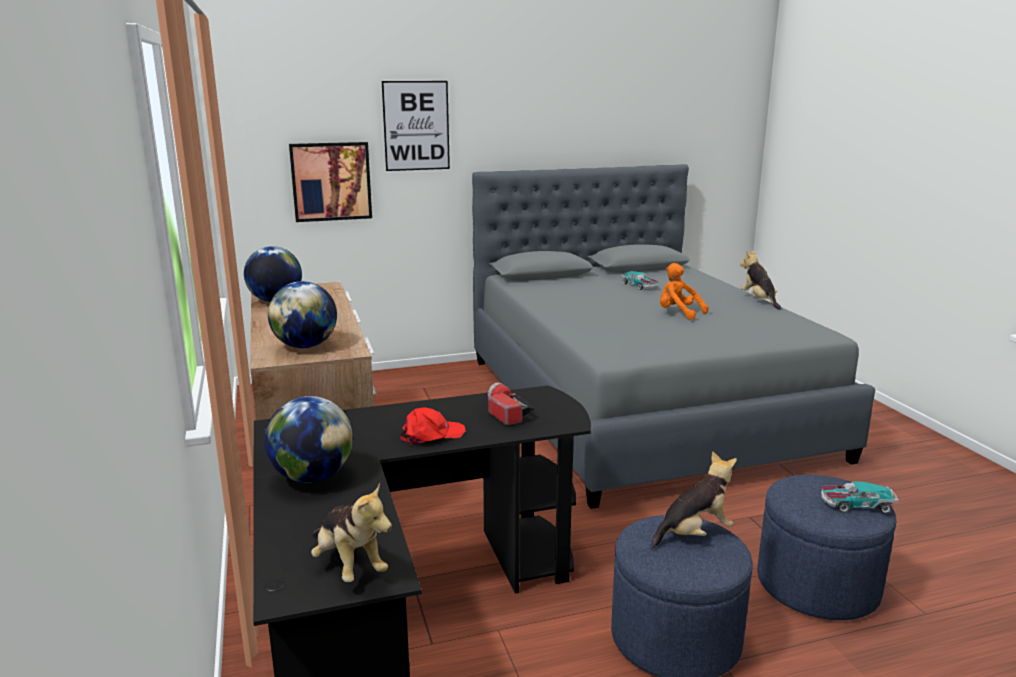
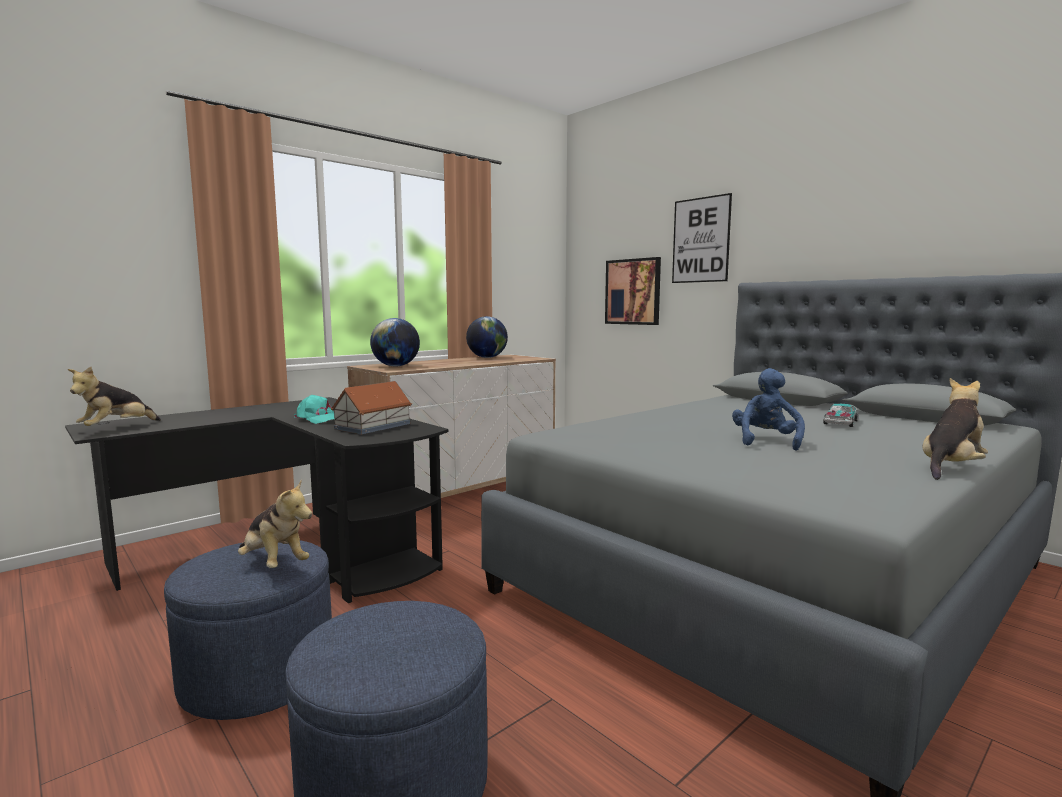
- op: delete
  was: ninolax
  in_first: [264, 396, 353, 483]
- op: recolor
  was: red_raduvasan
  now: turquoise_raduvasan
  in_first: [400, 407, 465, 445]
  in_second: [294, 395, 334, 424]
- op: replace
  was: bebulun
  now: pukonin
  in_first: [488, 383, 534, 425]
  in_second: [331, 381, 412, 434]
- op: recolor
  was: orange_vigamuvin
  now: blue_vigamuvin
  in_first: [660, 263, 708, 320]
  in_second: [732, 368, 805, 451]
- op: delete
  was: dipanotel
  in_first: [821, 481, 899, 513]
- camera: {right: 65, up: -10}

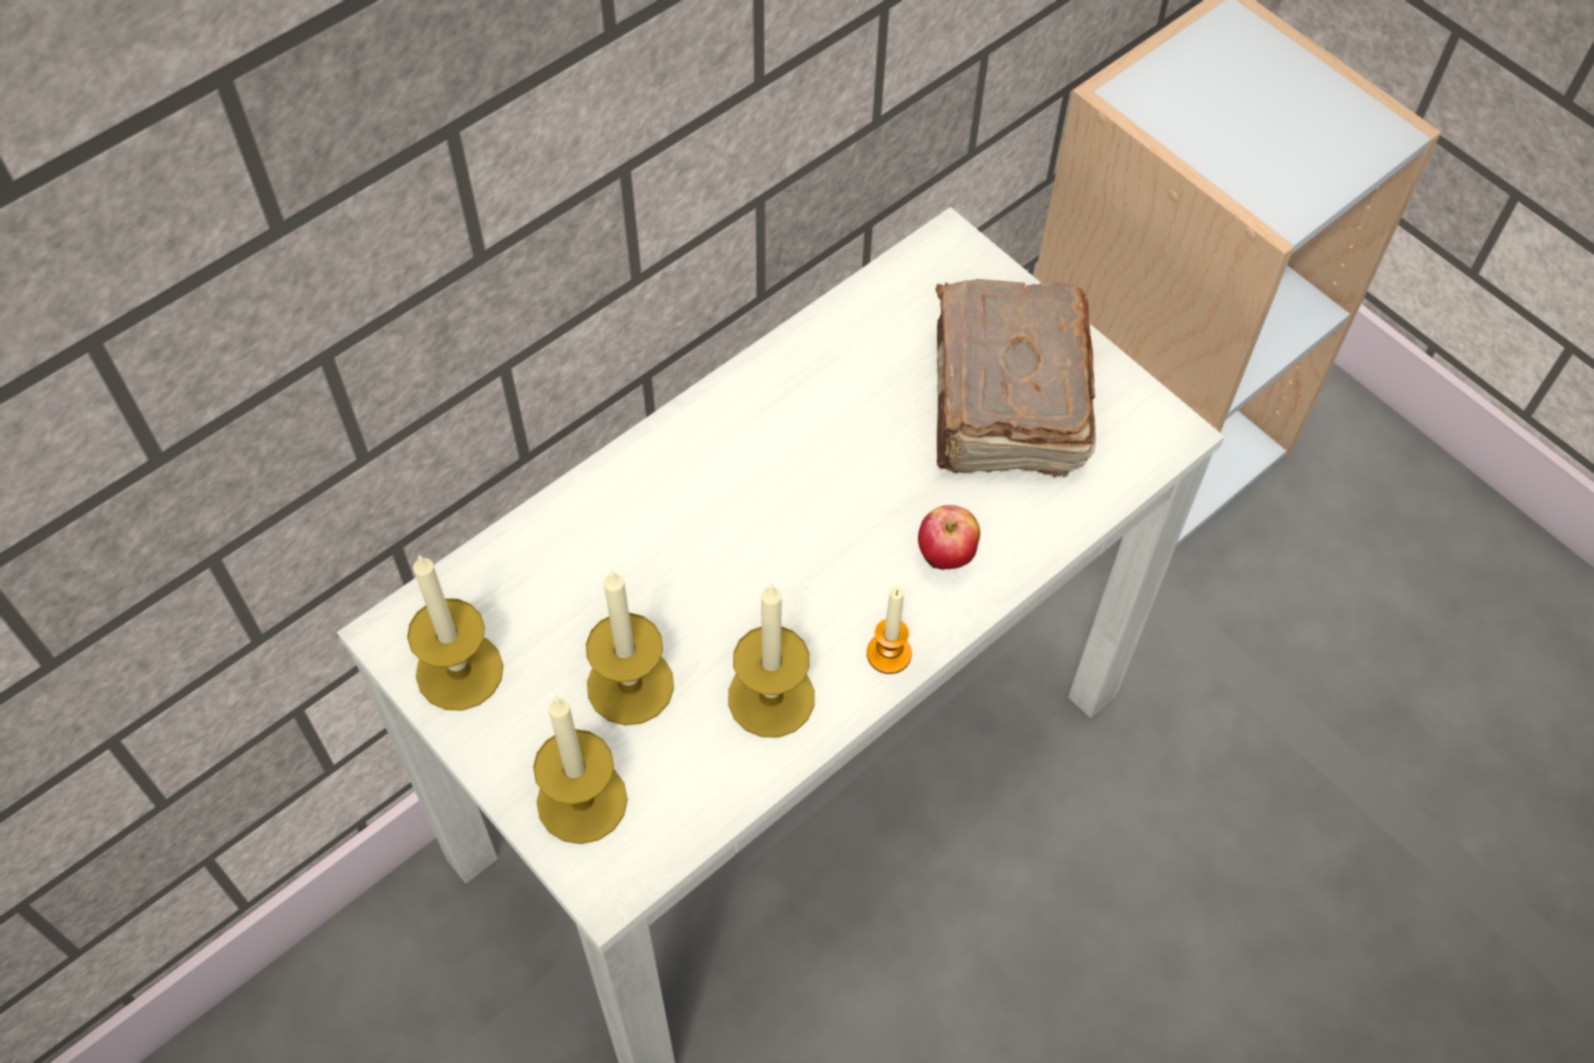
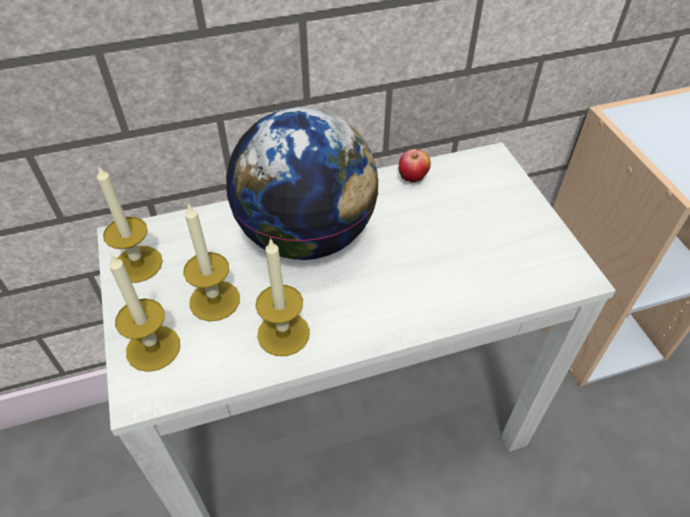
- op: delete
  was: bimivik
  in_first: [867, 586, 912, 674]
- op: move
  was: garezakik
  in_first: [918, 505, 980, 570]
  in_second: [399, 149, 431, 183]
- op: delete
  was: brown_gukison
  in_first: [935, 279, 1096, 478]
- op: insert
  now: ninolax
  in_second: [226, 107, 379, 260]
- camera: {right: 25, up: -10}

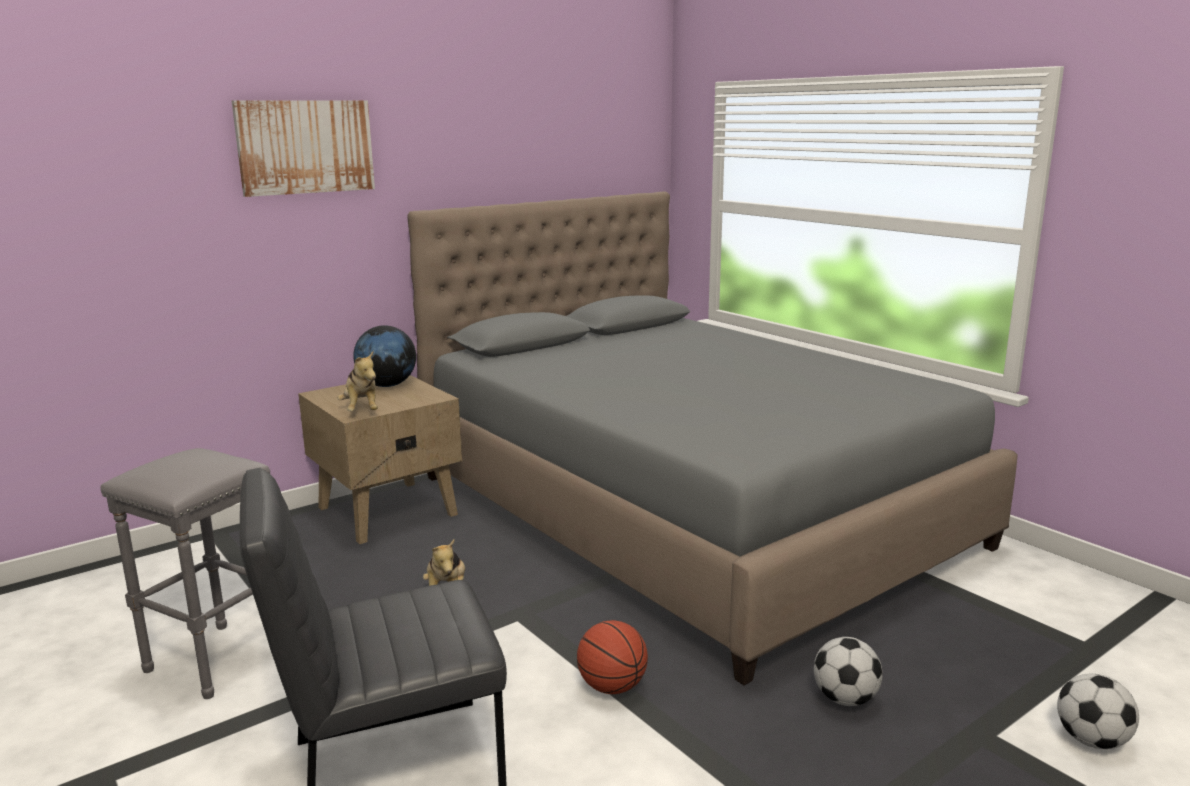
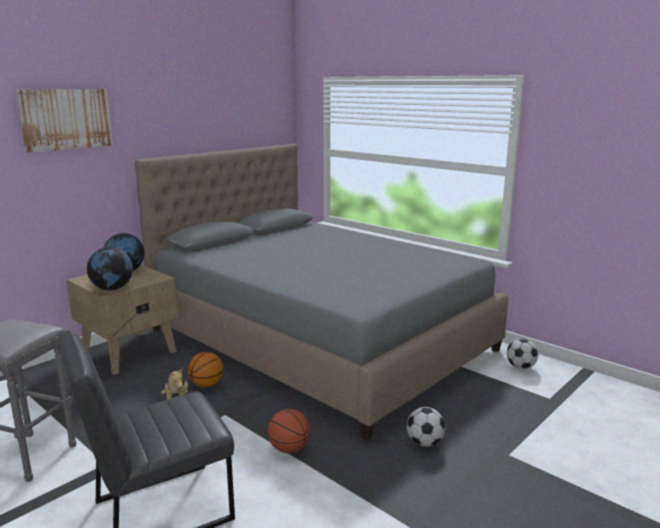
- op: replace
  was: vigamuvin
  now: ninolax
  in_first: [337, 351, 378, 411]
  in_second: [87, 247, 133, 290]
- op: move
  was: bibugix
  in_first: [1057, 674, 1139, 749]
  in_second: [507, 339, 538, 369]
- op: insert
  now: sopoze
  in_second: [188, 352, 224, 387]
- camera: {right: -10, up: 0}

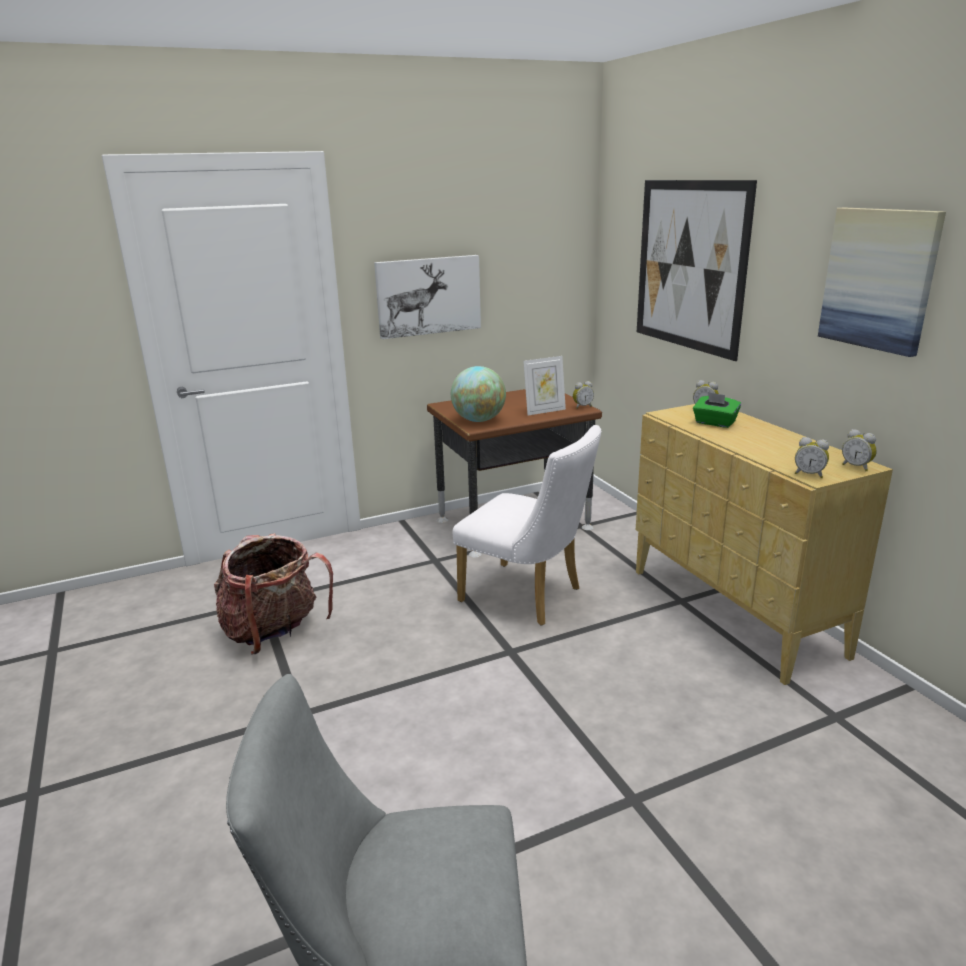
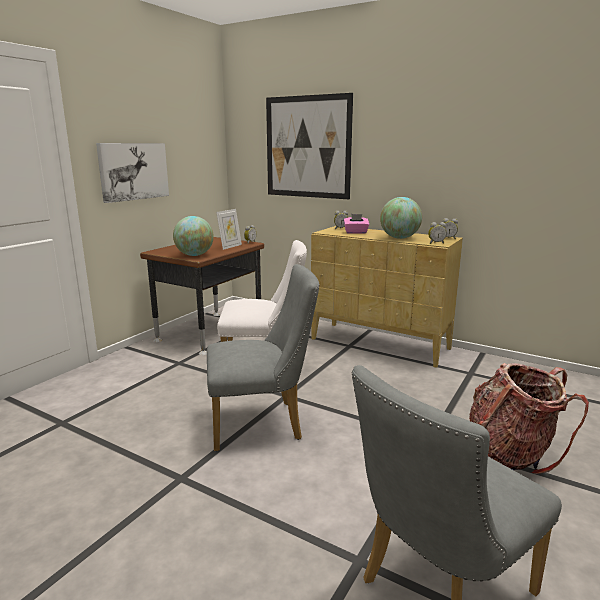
- op: move
  was: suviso
  in_first: [214, 533, 333, 655]
  in_second: [469, 363, 589, 474]
- op: recolor
  was: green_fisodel
  now: pink_fisodel
  in_first: [693, 392, 741, 428]
  in_second: [344, 214, 369, 234]
- op: delete
  was: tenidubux
  in_first: [818, 207, 946, 357]
- op: insert
  now: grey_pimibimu
  in_second: [207, 264, 319, 451]
- op: insert
  now: ninolax
  in_second: [380, 197, 422, 239]
- camera: {right: -35, up: -5}

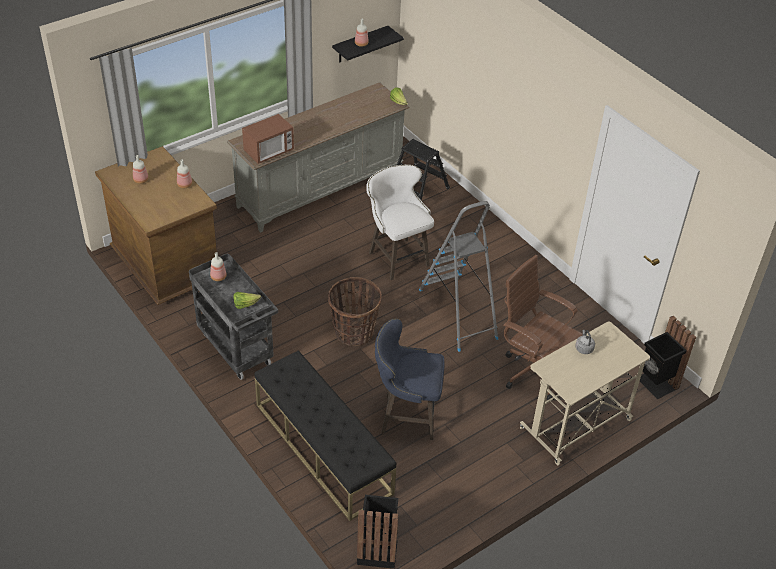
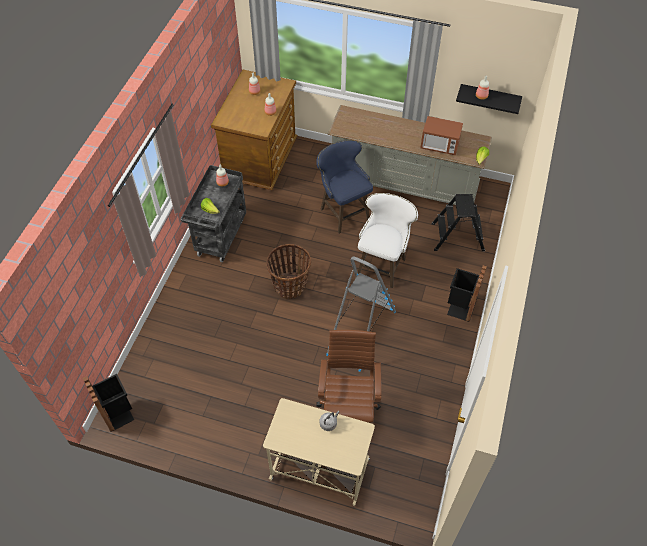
- op: move
  was: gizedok
  in_first: [242, 114, 294, 164]
  in_second: [420, 116, 463, 155]
- op: delete
  was: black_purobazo
  in_first: [255, 350, 396, 521]
- op: move
  was: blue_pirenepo
  in_first: [375, 319, 445, 440]
  in_second: [316, 140, 373, 234]
- op: move
  was: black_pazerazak
  in_first: [640, 316, 696, 399]
  in_second: [447, 265, 487, 322]
- camera: {right: 55, up: 10}

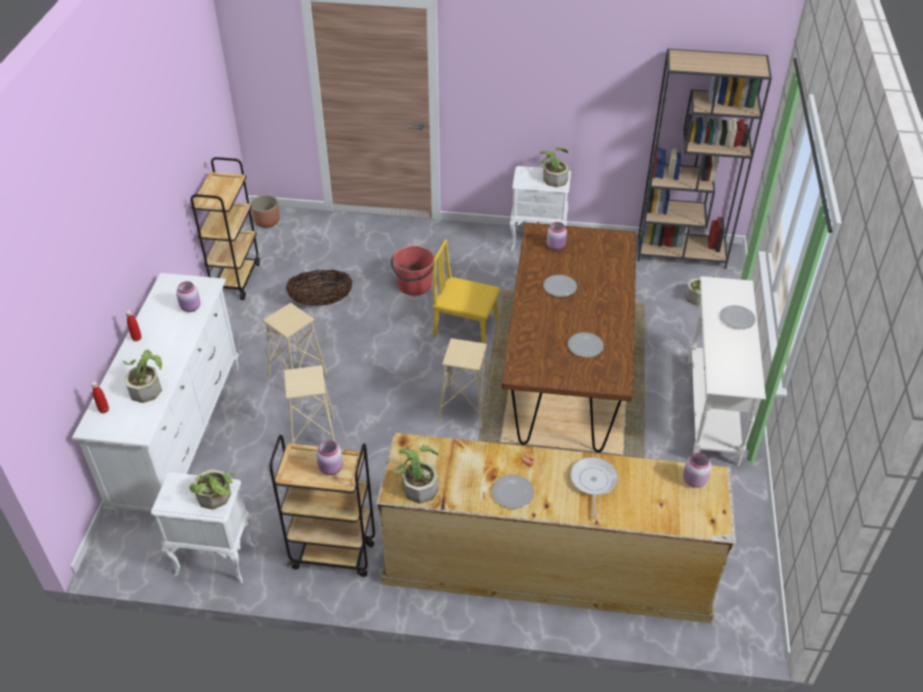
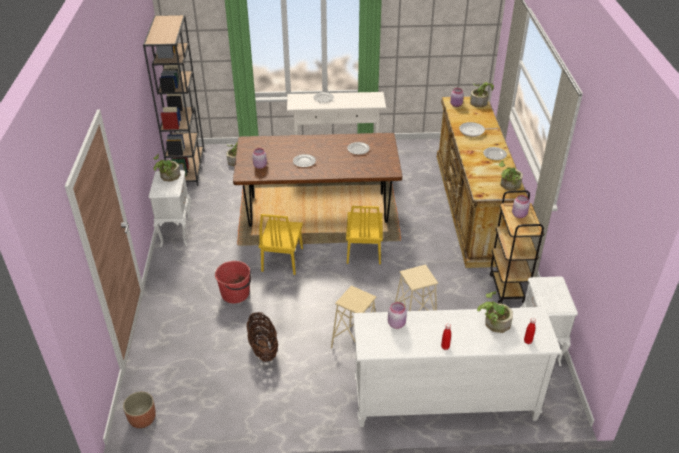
- op: move
  was: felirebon
  in_first: [190, 469, 236, 510]
  in_second: [470, 82, 494, 107]
- op: delete
  was: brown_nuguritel
  in_first: [191, 157, 260, 300]
- op: replace
  was: beige_pirenepo
  now: yellow_pimibimu
  in_first: [439, 338, 490, 428]
  in_second: [346, 206, 383, 265]
- camera: {right: -100, up: -5}

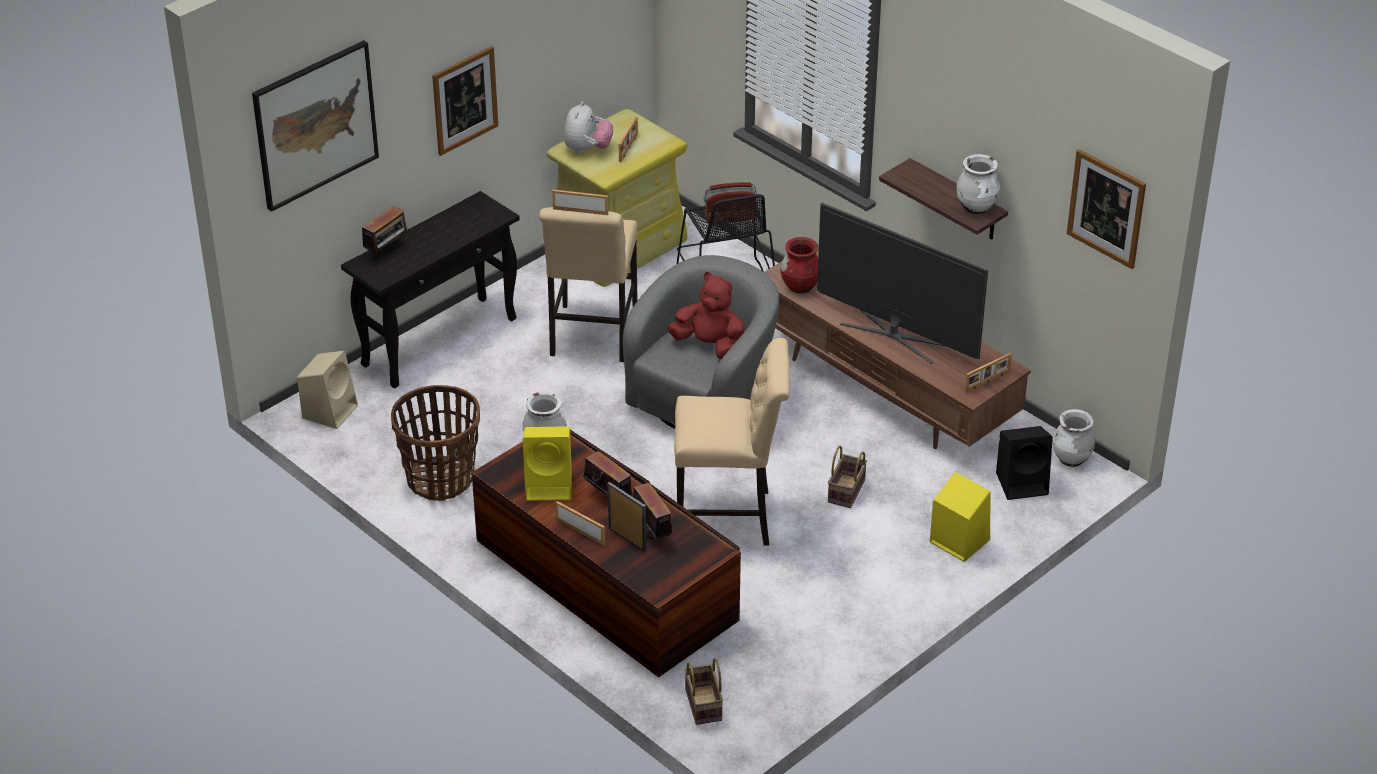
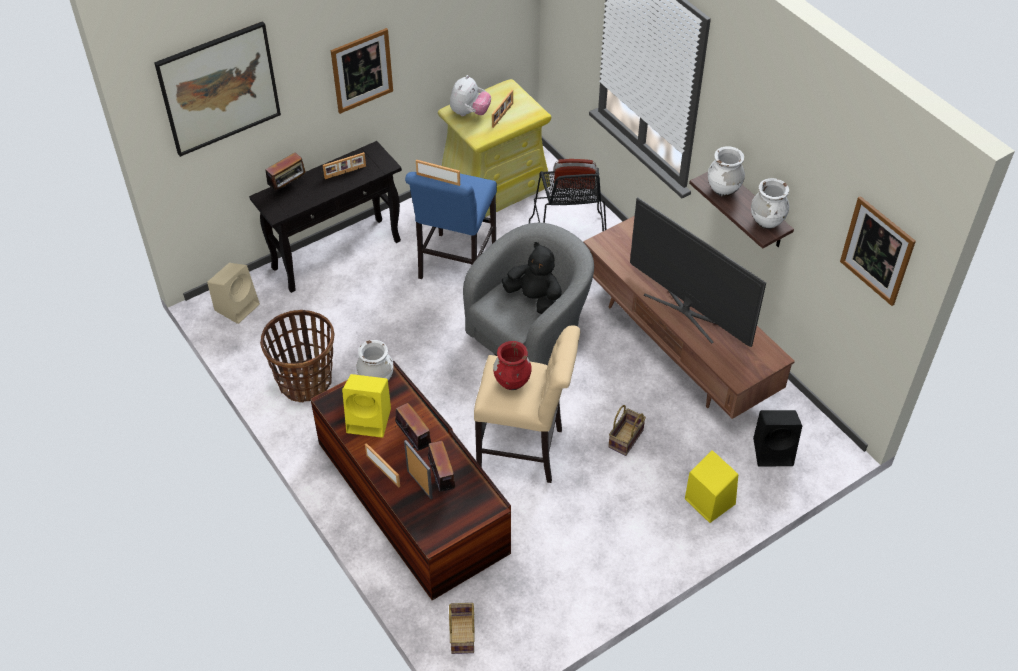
- op: recolor
  was: beige_pirenepo
  now: blue_pirenepo
  in_first: [539, 207, 638, 362]
  in_second: [405, 172, 497, 279]
- op: recolor
  was: red_vigamuvin
  now: black_vigamuvin
  in_first: [667, 272, 745, 359]
  in_second: [502, 242, 562, 314]
- op: move
  was: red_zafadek
  in_first: [780, 237, 818, 294]
  in_second: [493, 341, 531, 390]
- op: move
  was: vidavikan
  in_first: [965, 353, 1012, 393]
  in_second: [323, 152, 366, 179]
- op: move
  was: white_zafadek
  in_first: [1052, 409, 1095, 467]
  in_second: [708, 146, 745, 197]
- camera: {right: 10, up: 10}

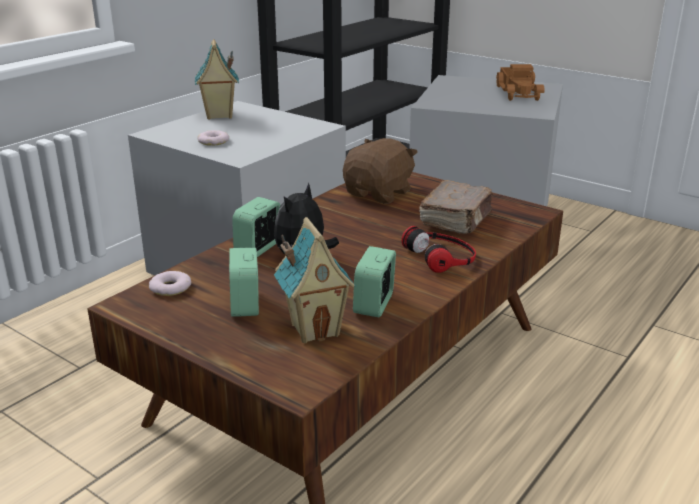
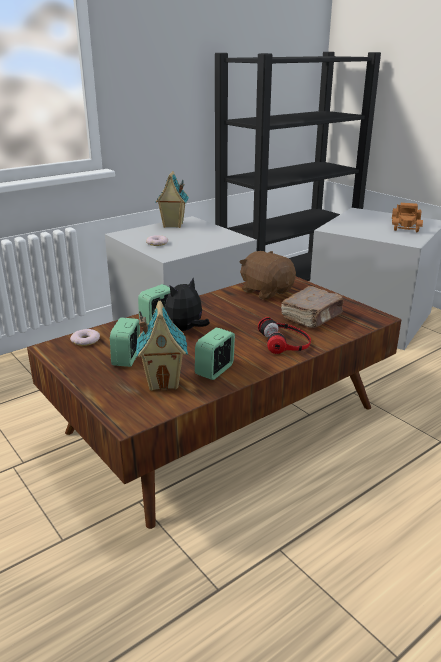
- op: rotate
  was: brown_vigamuvin
  in_first: [343, 138, 418, 204]
  in_second: [240, 251, 296, 300]
  clockwise: -90
- camera: {right: 15, up: 0}

